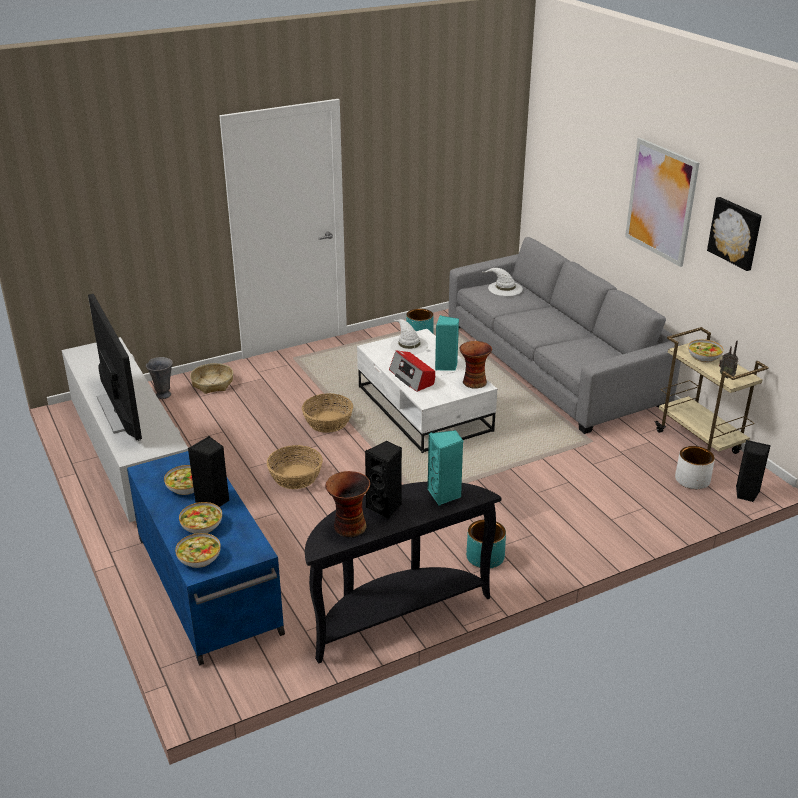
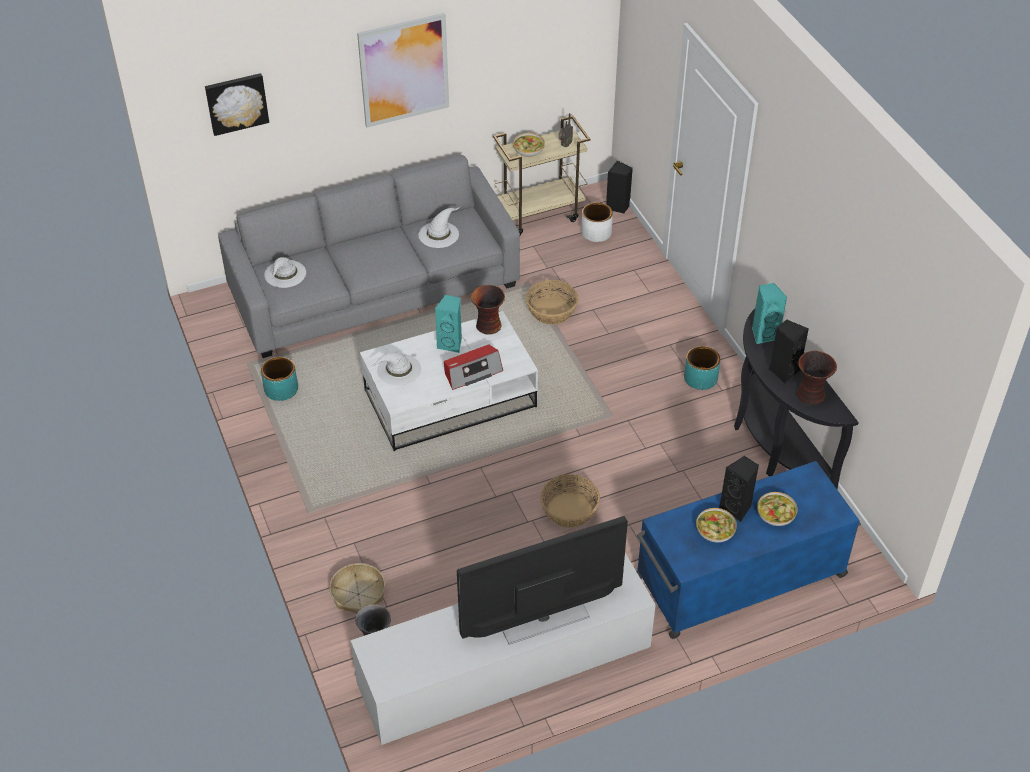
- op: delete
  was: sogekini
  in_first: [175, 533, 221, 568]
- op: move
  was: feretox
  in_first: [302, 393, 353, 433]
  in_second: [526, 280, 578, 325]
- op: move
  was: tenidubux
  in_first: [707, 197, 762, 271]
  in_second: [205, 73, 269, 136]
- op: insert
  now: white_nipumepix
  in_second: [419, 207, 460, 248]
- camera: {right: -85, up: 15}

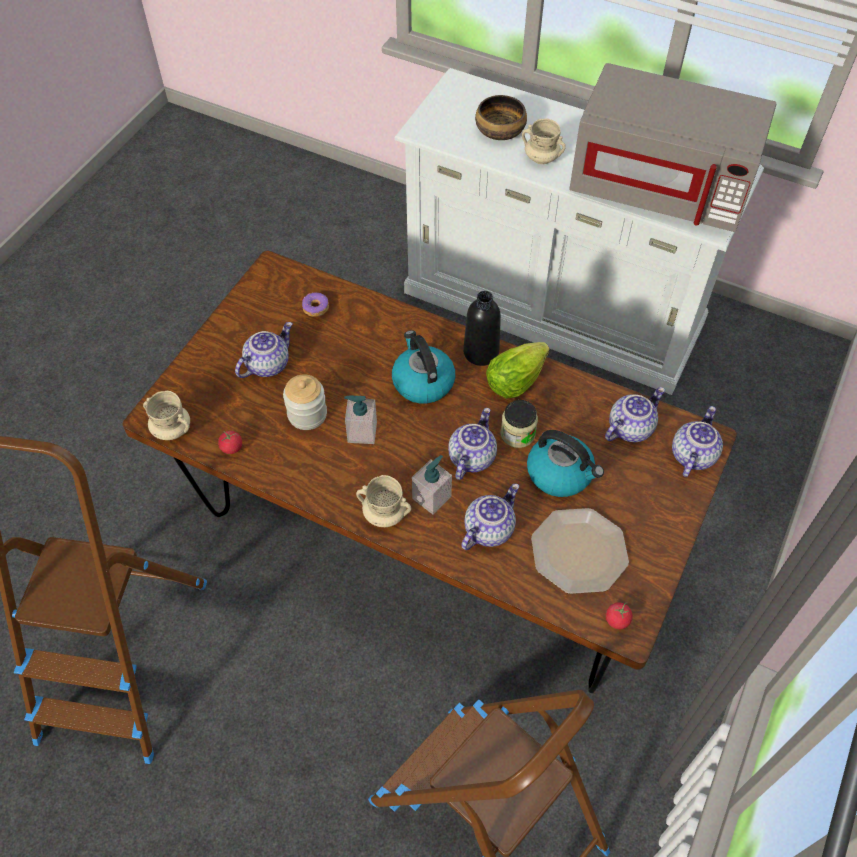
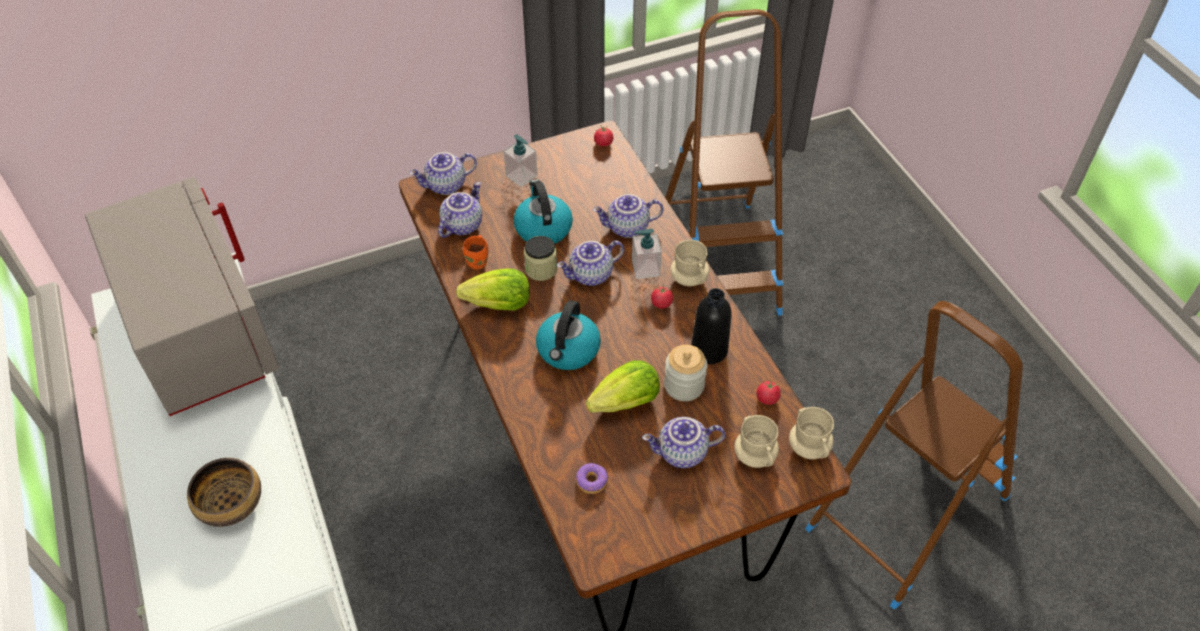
- op: move
  was: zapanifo
  in_first: [344, 396, 377, 444]
  in_second: [503, 134, 538, 187]
- op: move
  was: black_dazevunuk
  in_first: [463, 291, 501, 366]
  in_second: [691, 288, 732, 364]
- op: move
  was: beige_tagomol
  in_first: [522, 118, 566, 164]
  in_second: [734, 415, 779, 468]
- op: delete
  was: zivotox
  in_first: [531, 508, 629, 594]
- op: rotate
  was: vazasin
  in_first: [605, 387, 665, 442]
  in_second: [438, 182, 482, 238]
  clockwise: 120
- op: insert
  now: orange_tagomol
  in_second: [463, 235, 488, 269]
- op: insert
  now: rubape
  in_second: [586, 360, 660, 413]
- op: insert
  now: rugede
  in_second: [651, 285, 673, 309]
- camera: {right: -140, up: -5}

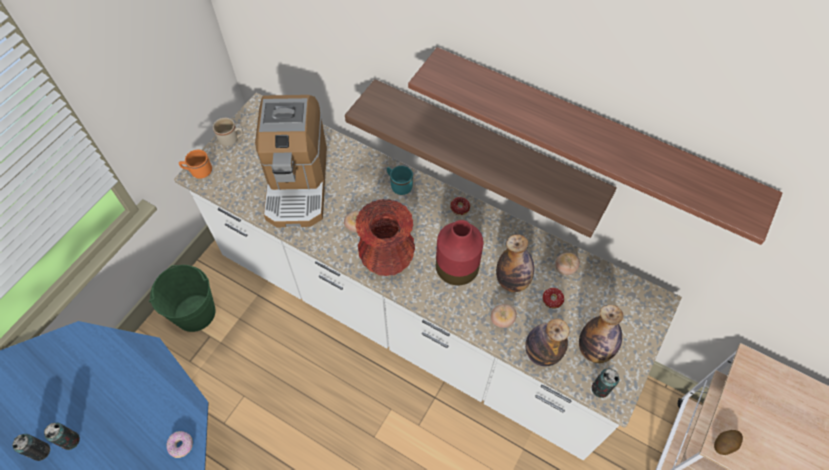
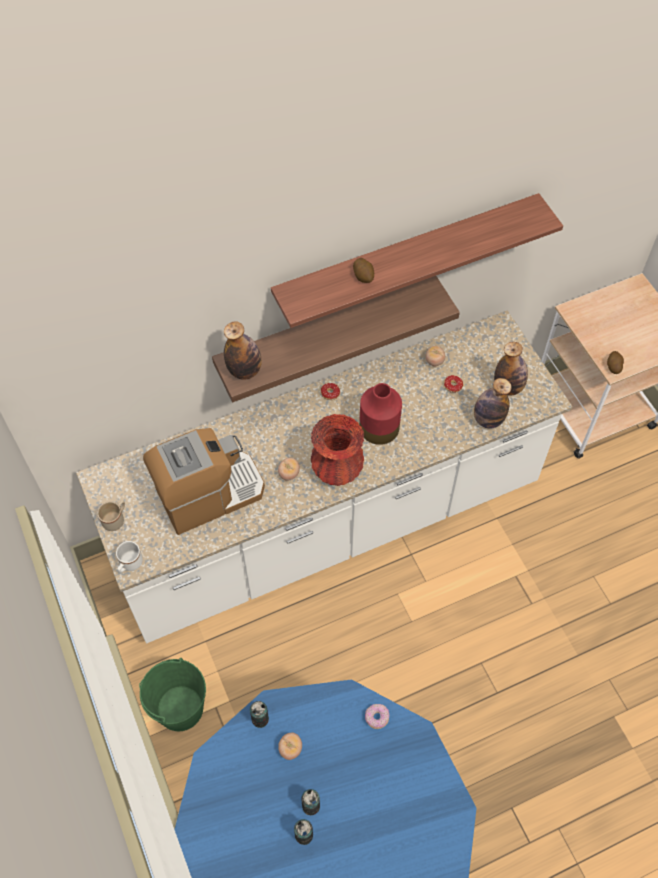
- op: recolor
  was: orange_tagomol
  now: white_tagomol
  in_first: [179, 150, 212, 179]
  in_second: [116, 541, 143, 573]
- op: rotate
  was: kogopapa
  in_first: [255, 95, 327, 227]
  in_second: [143, 428, 265, 535]
  clockwise: -60
- op: delete
  was: turquoise_tagomol
  in_first: [387, 166, 413, 195]
- op: move
  was: rugede
  in_first: [491, 304, 517, 328]
  in_second: [278, 733, 302, 760]
- op: move
  was: dazevunuk
  in_first: [496, 234, 534, 292]
  in_second: [224, 321, 262, 380]
- op: move
  was: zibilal
  in_first: [592, 368, 619, 398]
  in_second: [250, 701, 269, 728]
- op: insert
  now: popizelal
  in_second: [353, 258, 374, 283]
- camera: {right: -55, up: 0}

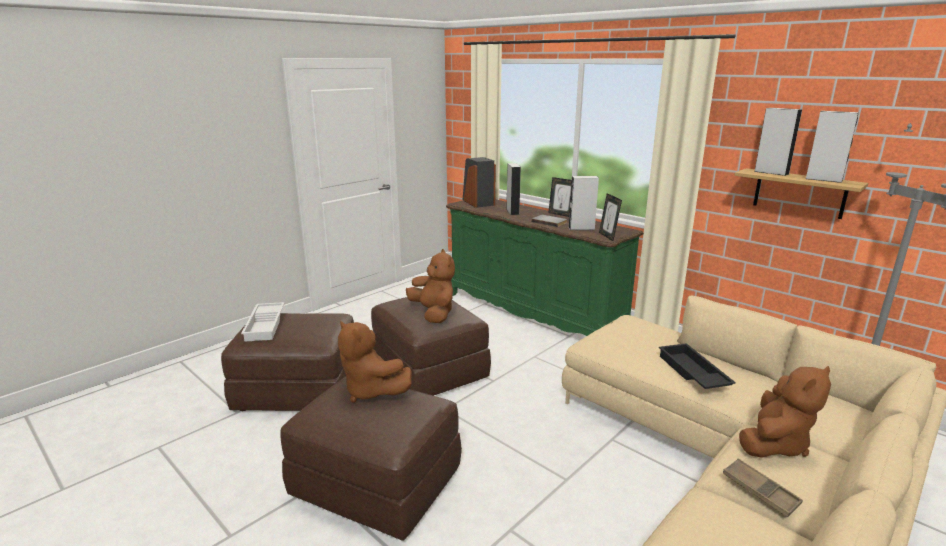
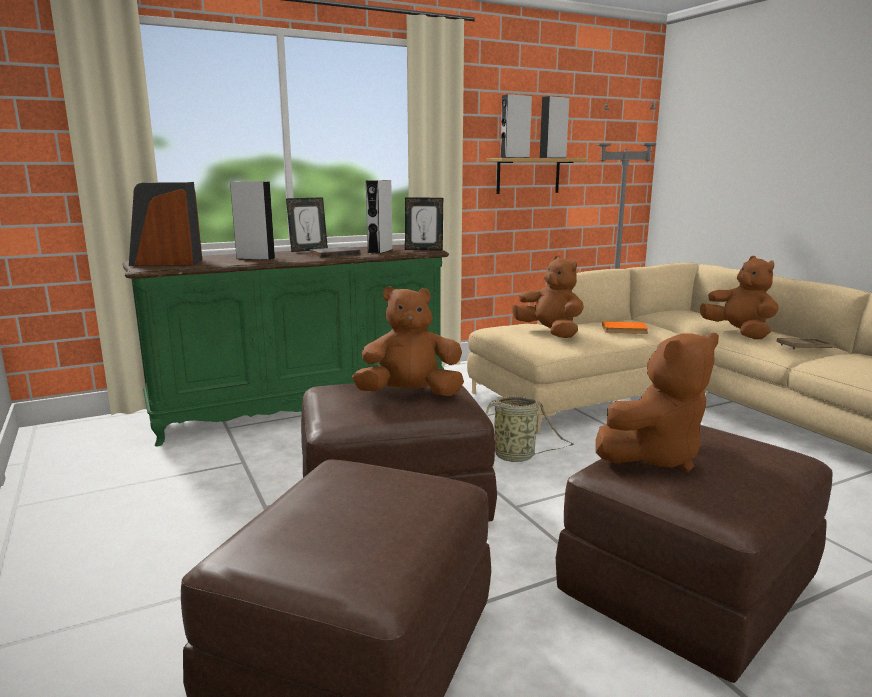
- op: delete
  was: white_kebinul
  in_first: [241, 302, 284, 342]
- op: replace
  was: black_kebinul
  now: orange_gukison
  in_first: [659, 343, 736, 389]
  in_second: [602, 321, 648, 334]
- op: insert
  now: feretox
  in_second: [486, 395, 574, 462]
- op: insert
  now: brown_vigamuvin
  in_second: [512, 255, 584, 338]
- camera: {right: -70, up: -5}

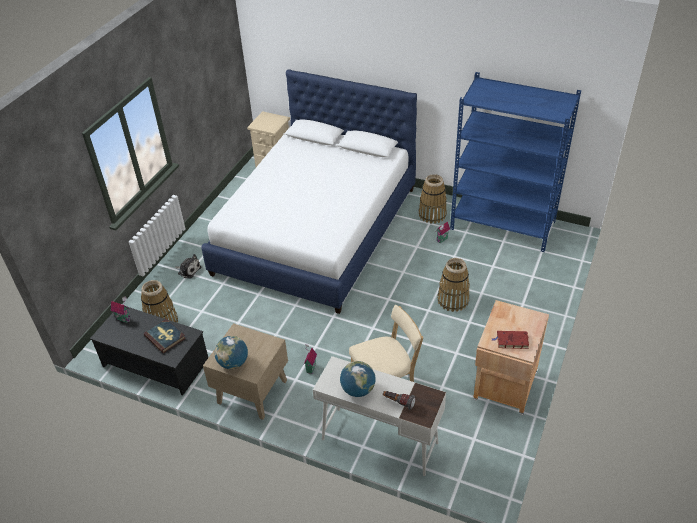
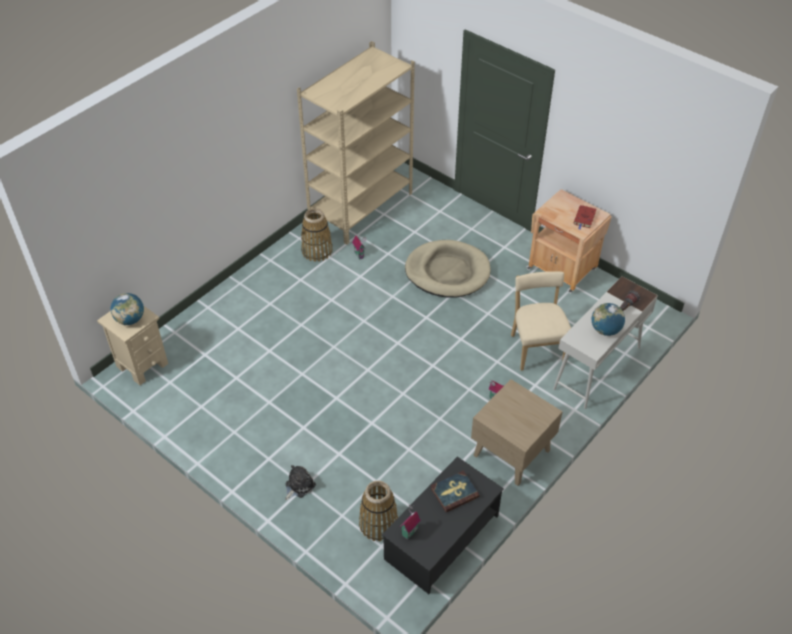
- op: delete
  was: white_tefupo
  in_first: [201, 69, 417, 314]
- op: move
  was: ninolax
  in_first: [214, 336, 248, 369]
  in_second: [111, 293, 144, 325]
- op: replace
  was: feretox
  now: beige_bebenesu
  in_first: [437, 258, 470, 312]
  in_second: [405, 240, 491, 298]
- op: recolor
  was: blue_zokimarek
  now: beige_zokimarek
  in_first: [450, 72, 581, 252]
  in_second: [297, 41, 415, 245]
- camera: {right: -75, up: 5}

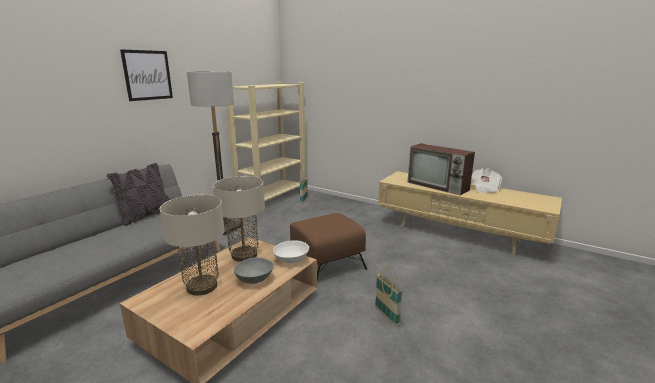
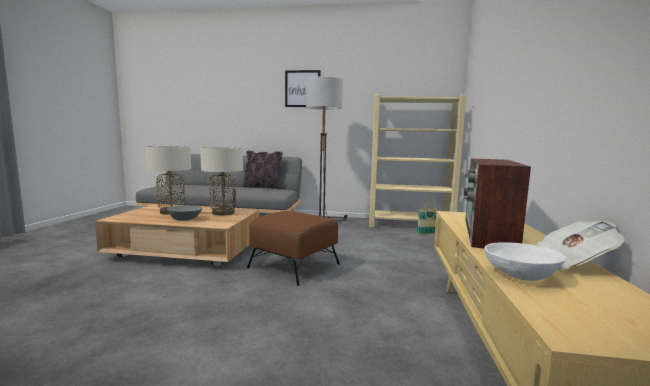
- op: move
  was: white_sogekini
  in_first: [273, 240, 309, 263]
  in_second: [484, 242, 566, 281]
- op: delete
  was: feretox
  in_first: [375, 266, 402, 326]
- camera: {right: 65, up: -10}

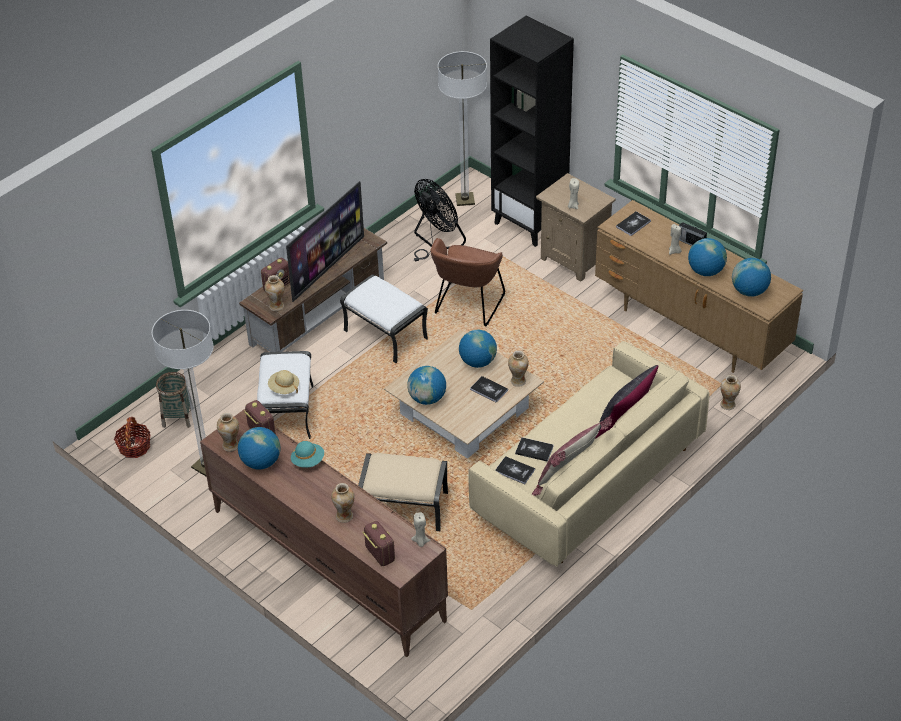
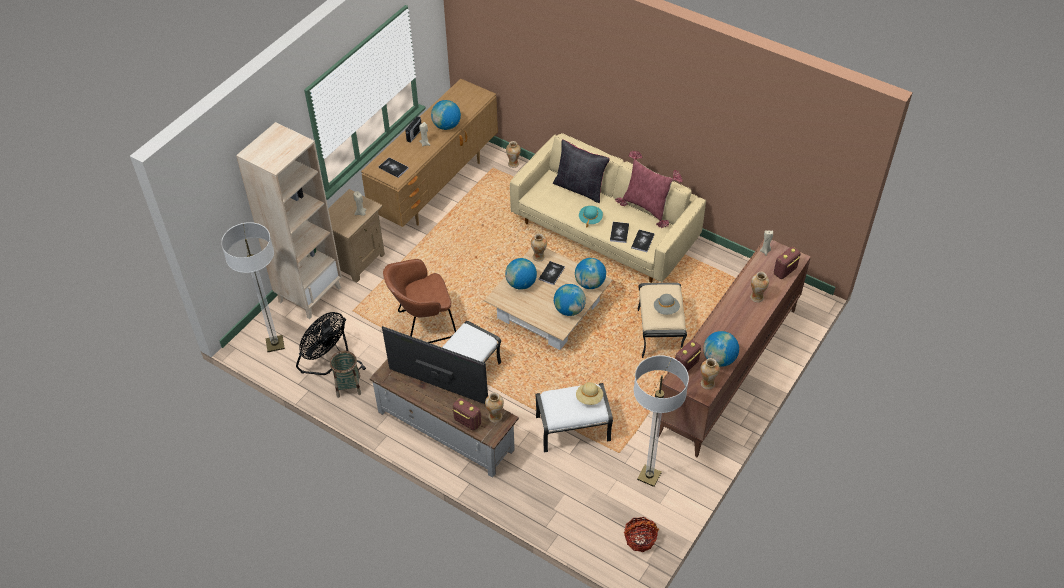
- op: move
  was: feretox
  in_first: [156, 372, 191, 428]
  in_second: [330, 351, 361, 398]
- op: move
  was: turquoise_nipumepix
  in_first: [291, 441, 324, 468]
  in_second: [579, 206, 603, 228]
- op: rotate
  was: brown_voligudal
  in_first: [430, 238, 505, 326]
  in_second: [383, 259, 456, 343]
  clockwise: 150
- op: recolor
  was: black_zokimarek
  now: beige_zokimarek
  in_first: [490, 16, 574, 247]
  in_second: [236, 122, 342, 319]
- op: move
  was: ninolax
  in_first: [732, 258, 771, 297]
  in_second: [575, 258, 606, 289]
- op: insert
  now: grey_nipumepix
  in_second: [654, 294, 680, 315]
- camera: {right: -100, up: 5}

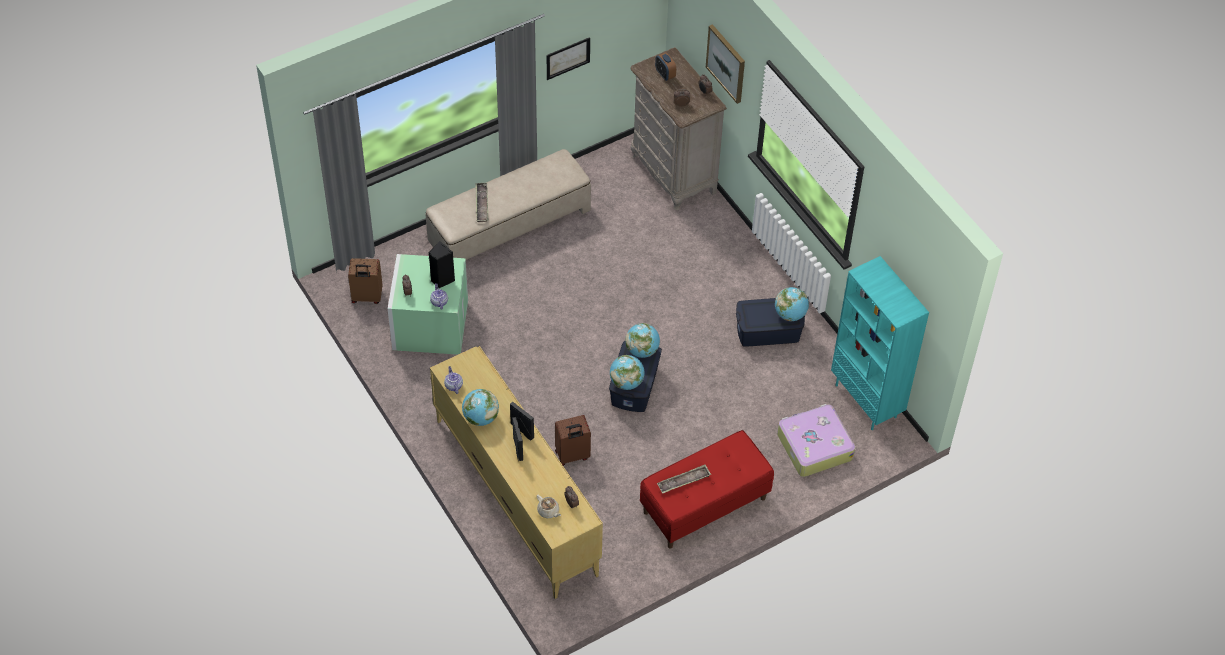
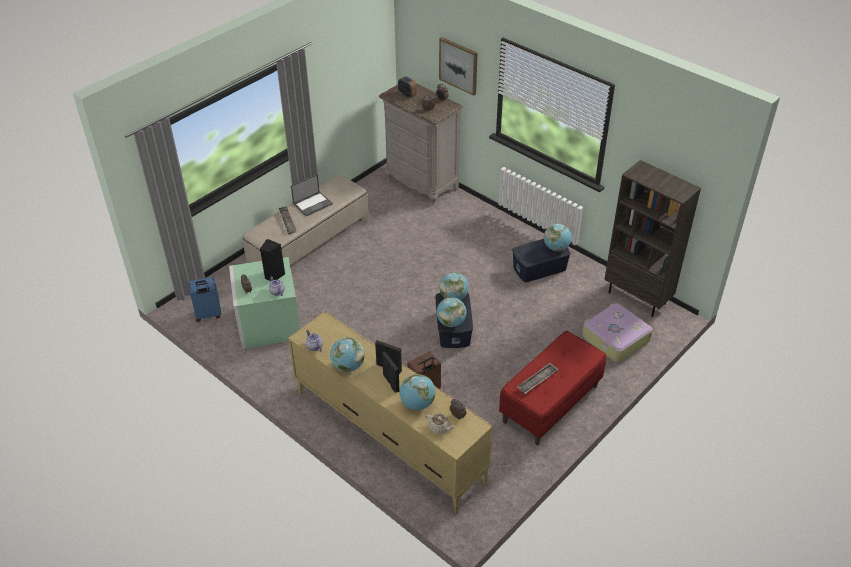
- op: recolor
  was: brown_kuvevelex
  now: blue_kuvevelex
  in_first: [348, 258, 383, 304]
  in_second: [189, 277, 221, 322]
- op: delete
  was: tenidubux
  in_first: [547, 37, 590, 80]
- op: recolor
  was: turquoise_zokimarek
  now: brown_zokimarek
  in_first: [831, 256, 929, 430]
  in_second: [604, 160, 701, 317]
- op: insert
  now: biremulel
  in_second: [291, 174, 333, 217]
- op: insert
  now: ninolax
  in_second: [400, 374, 435, 410]
- camera: {right: -15, up: -10}

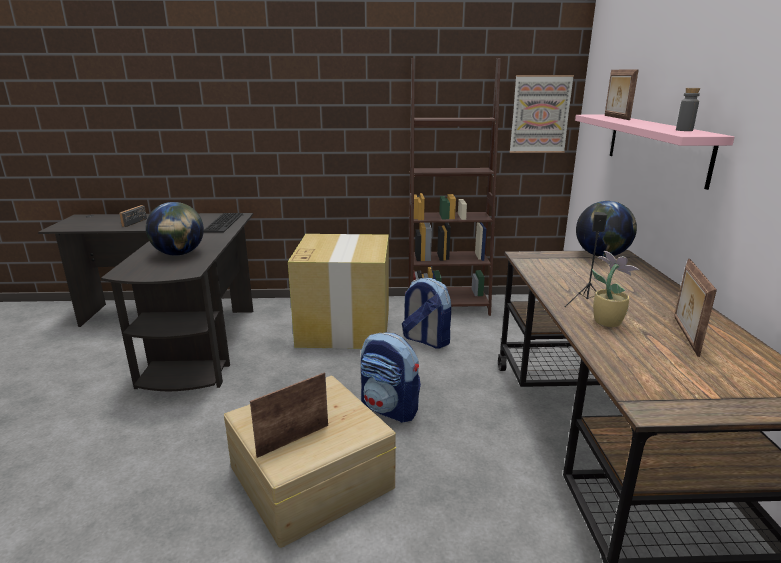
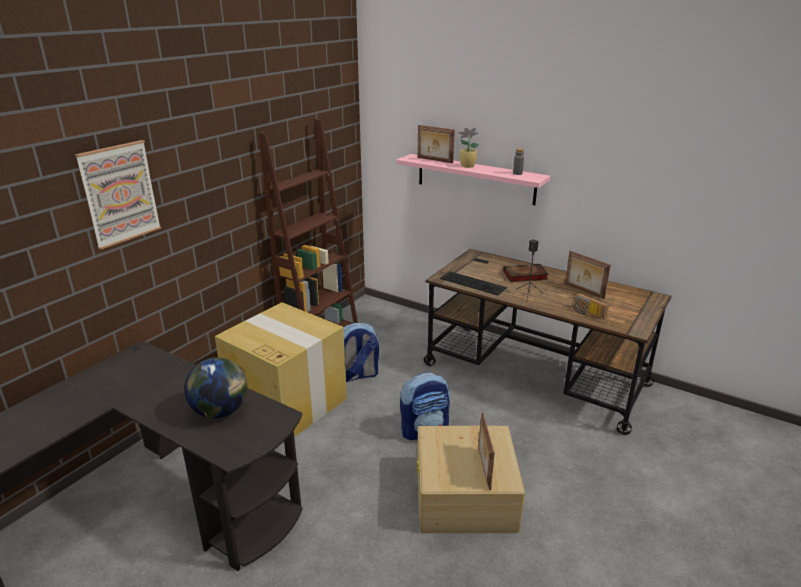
- op: move
  was: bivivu
  in_first: [119, 205, 147, 227]
  in_second: [572, 293, 608, 319]
- op: move
  was: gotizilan
  in_first: [204, 213, 243, 232]
  in_second: [440, 272, 507, 295]
- op: move
  was: tenidubux
  in_first: [510, 75, 574, 153]
  in_second: [75, 140, 161, 250]
- op: delete
  was: ninolax
  in_first: [576, 201, 637, 257]
- op: move
  was: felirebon
  in_first: [592, 251, 639, 327]
  in_second: [458, 127, 480, 168]
- op: insert
  now: gukison
  in_second: [503, 264, 549, 282]
- camera: {right: -55, up: 5}

